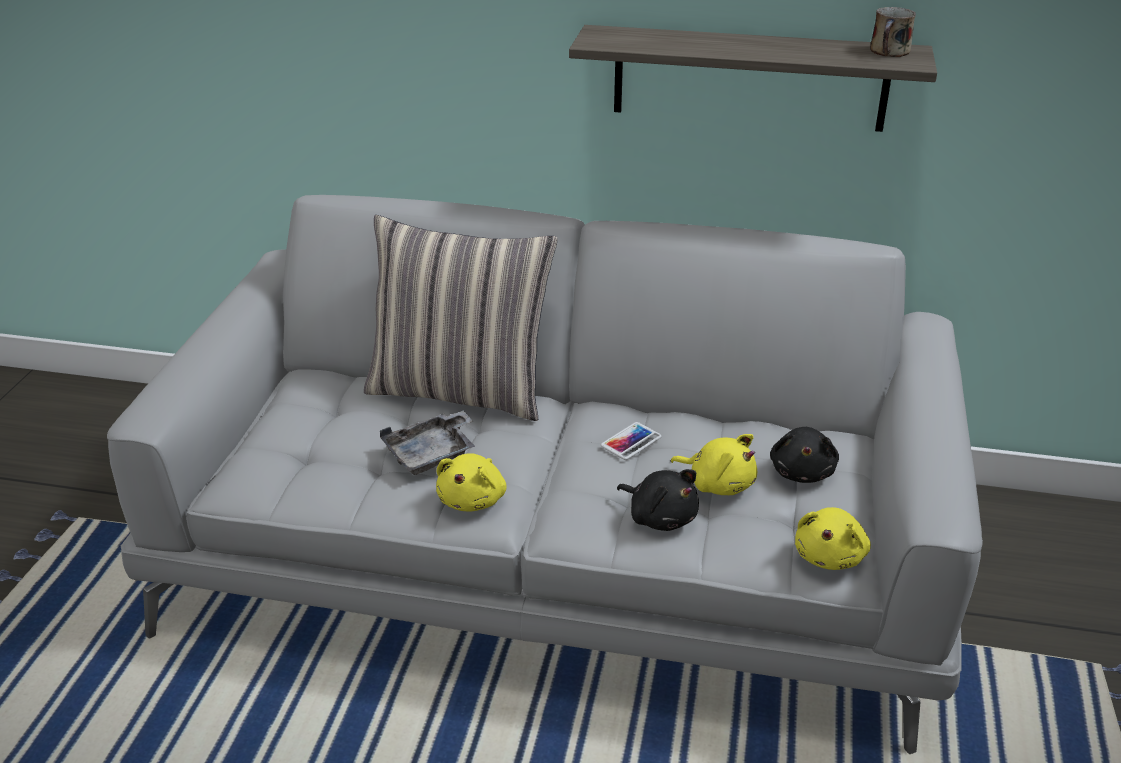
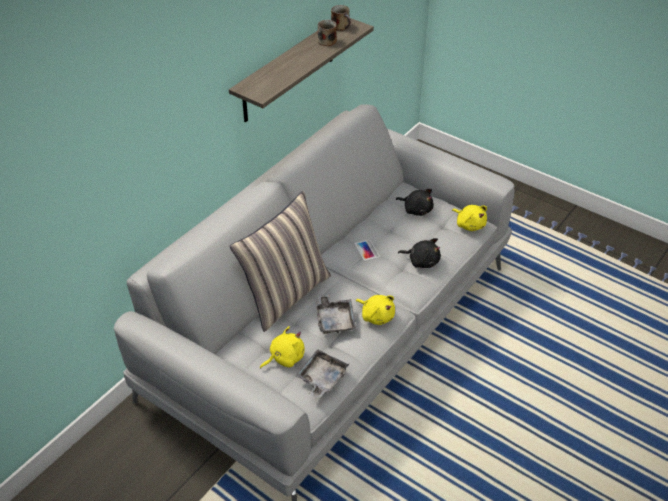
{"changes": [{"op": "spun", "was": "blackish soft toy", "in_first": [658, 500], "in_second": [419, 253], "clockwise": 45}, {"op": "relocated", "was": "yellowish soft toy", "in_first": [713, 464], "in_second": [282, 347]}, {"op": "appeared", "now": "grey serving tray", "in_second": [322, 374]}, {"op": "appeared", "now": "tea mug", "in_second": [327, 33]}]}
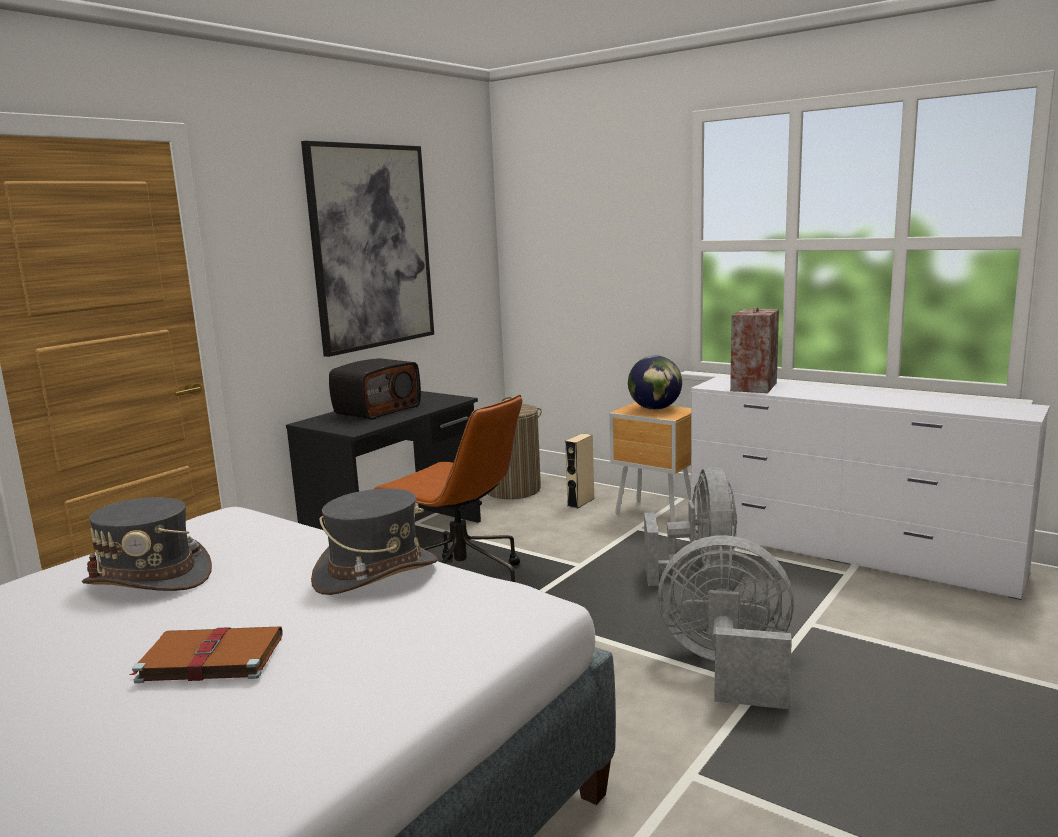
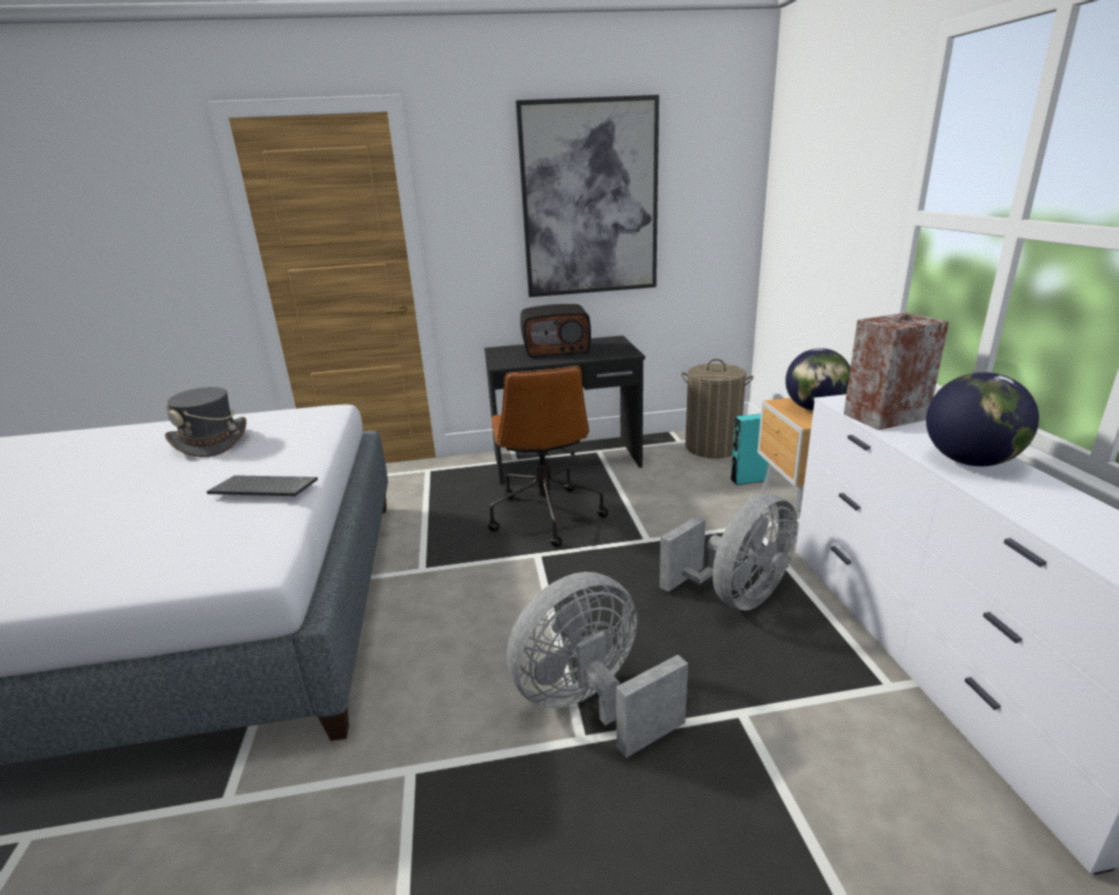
{"changes": [{"op": "missing", "was": "brown-coloured book", "in_first": [205, 654]}, {"op": "exchanged", "was": "grey hat", "now": "PC keyboard", "in_first": [374, 541], "in_second": [262, 485]}, {"op": "colour", "was": "beige-coloured speaker", "now": "turquoise-coloured speaker", "in_first": [580, 470], "in_second": [749, 449]}, {"op": "spun", "was": "grey fan", "in_first": [726, 622], "in_second": [597, 665], "clockwise": -90}, {"op": "appeared", "now": "desk globe", "in_second": [982, 419]}]}
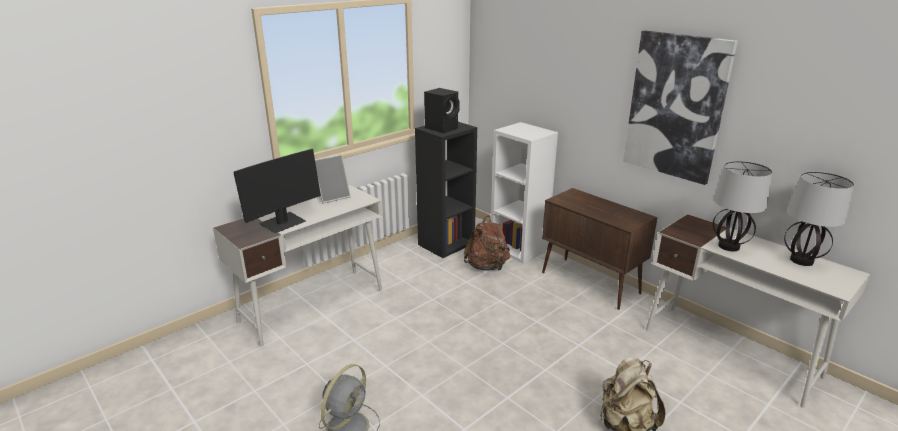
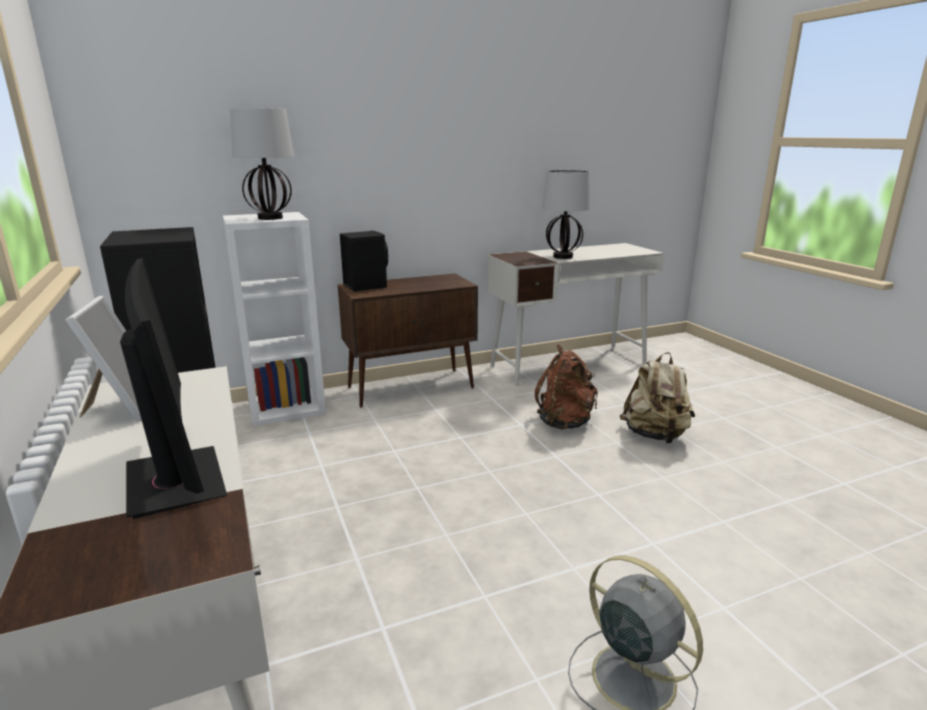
{"changes": [{"op": "relocated", "was": "blackish speaker", "in_first": [442, 110], "in_second": [364, 261]}, {"op": "relocated", "was": "brown-coloured knapsack", "in_first": [487, 243], "in_second": [566, 386]}, {"op": "missing", "was": "wall art", "in_first": [680, 107]}, {"op": "relocated", "was": "table lamp", "in_first": [819, 218], "in_second": [262, 164]}]}
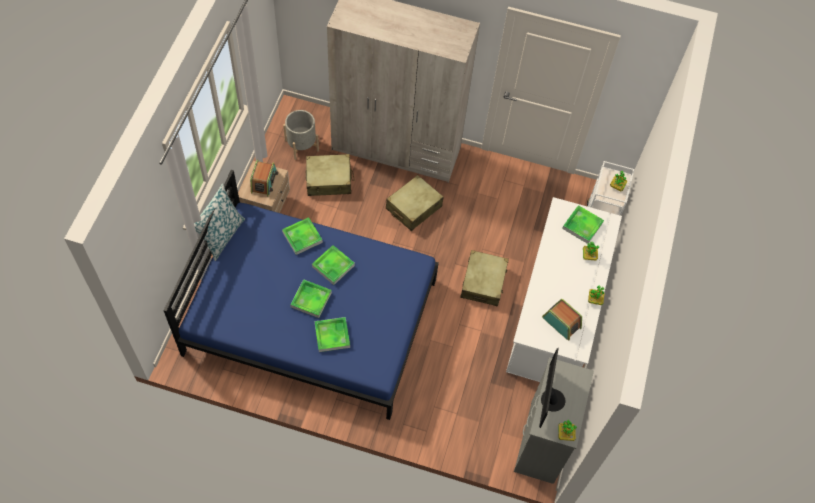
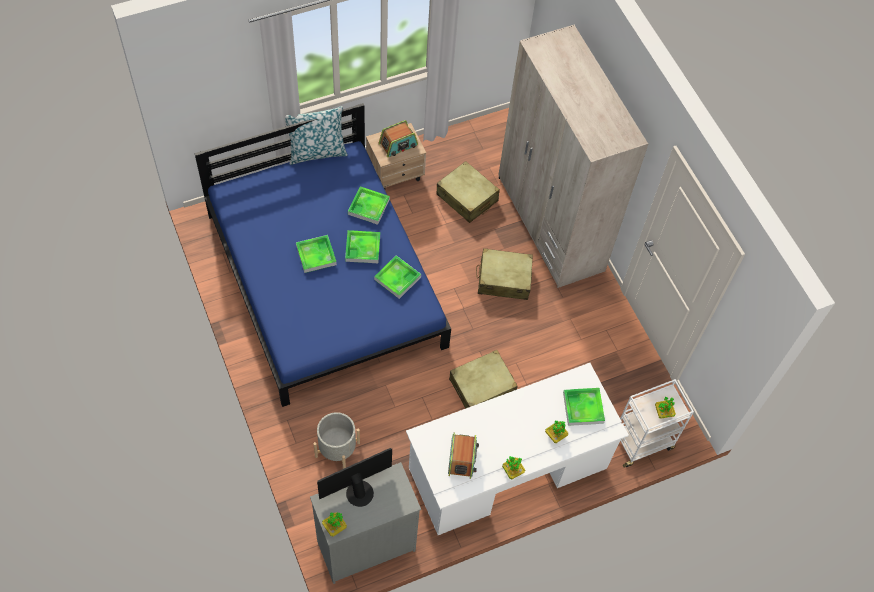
{"changes": [{"op": "relocated", "was": "grey flower pot", "in_first": [301, 135], "in_second": [336, 440]}, {"op": "relocated", "was": "serving tray", "in_first": [332, 334], "in_second": [397, 277]}]}
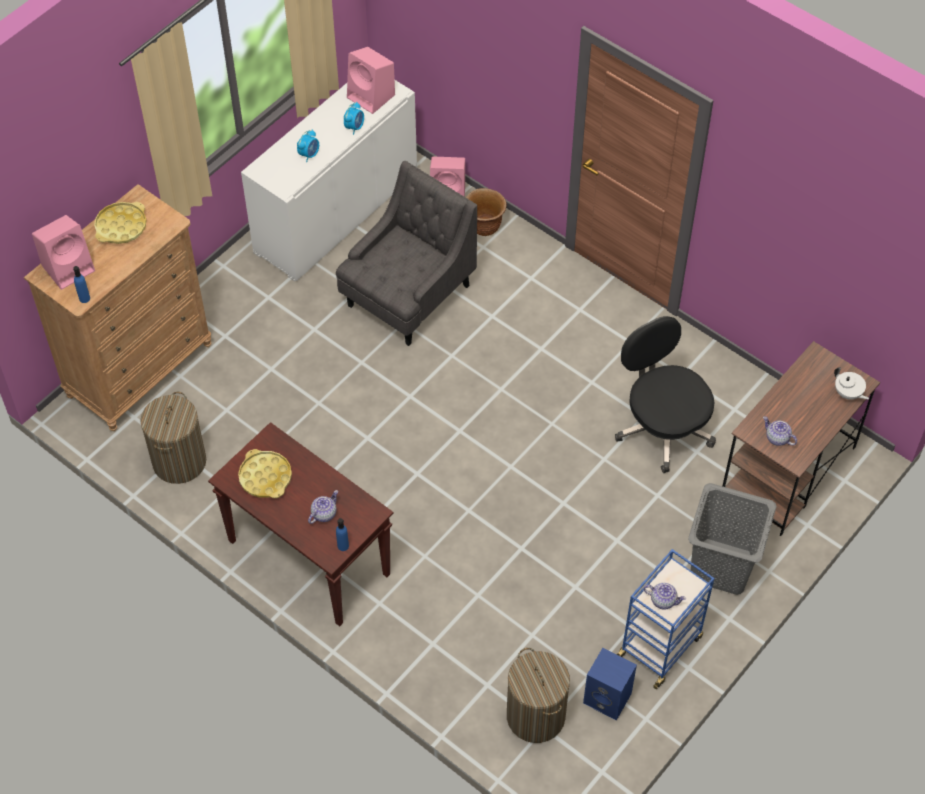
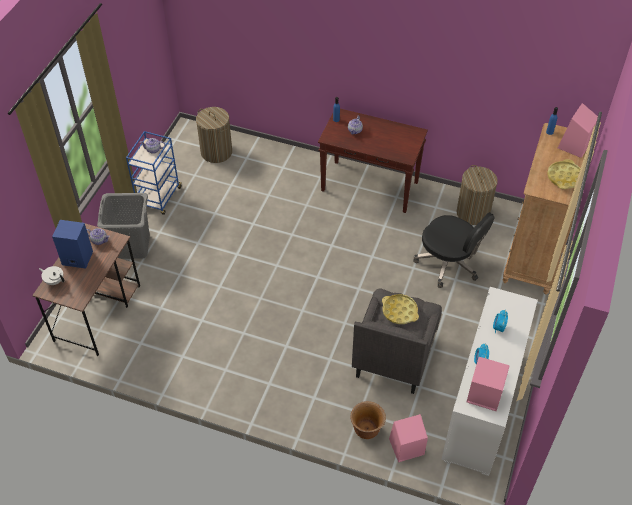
{"changes": [{"op": "relocated", "was": "yellowish serving tray", "in_first": [265, 473], "in_second": [400, 309]}, {"op": "relocated", "was": "blue speaker", "in_first": [610, 684], "in_second": [72, 244]}, {"op": "relocated", "was": "blackish desk chair", "in_first": [665, 394], "in_second": [454, 250]}]}
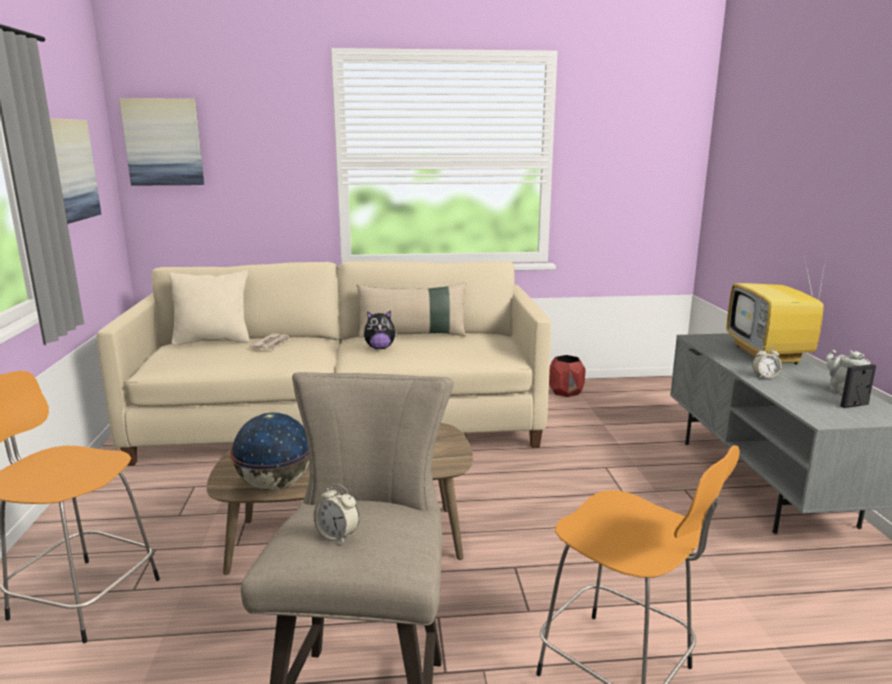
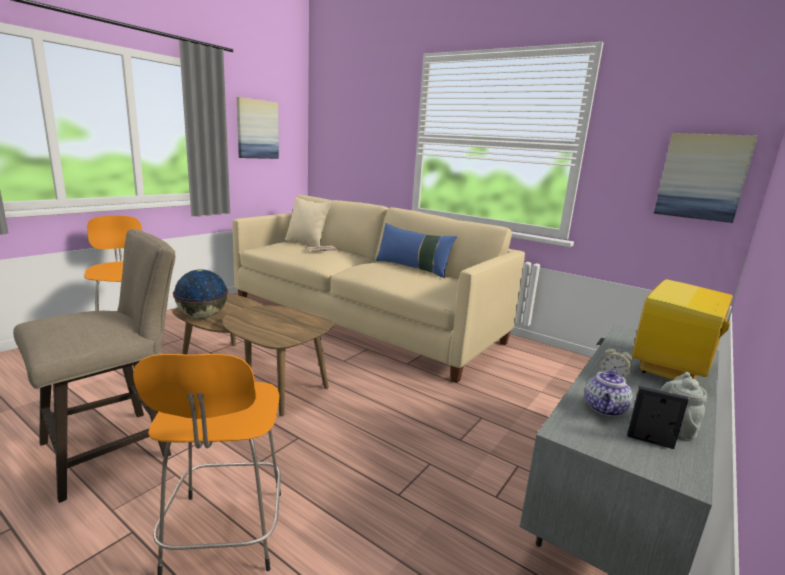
{"changes": [{"op": "relocated", "was": "wall art", "in_first": [161, 142], "in_second": [706, 178]}, {"op": "missing", "was": "bedside clock", "in_first": [336, 514]}, {"op": "colour", "was": "beige-coloured pillow", "now": "blue pillow", "in_first": [411, 310], "in_second": [416, 250]}, {"op": "missing", "was": "soft toy", "in_first": [380, 329]}, {"op": "missing", "was": "red flower pot", "in_first": [567, 376]}, {"op": "appeared", "now": "teapot", "in_second": [609, 392]}]}
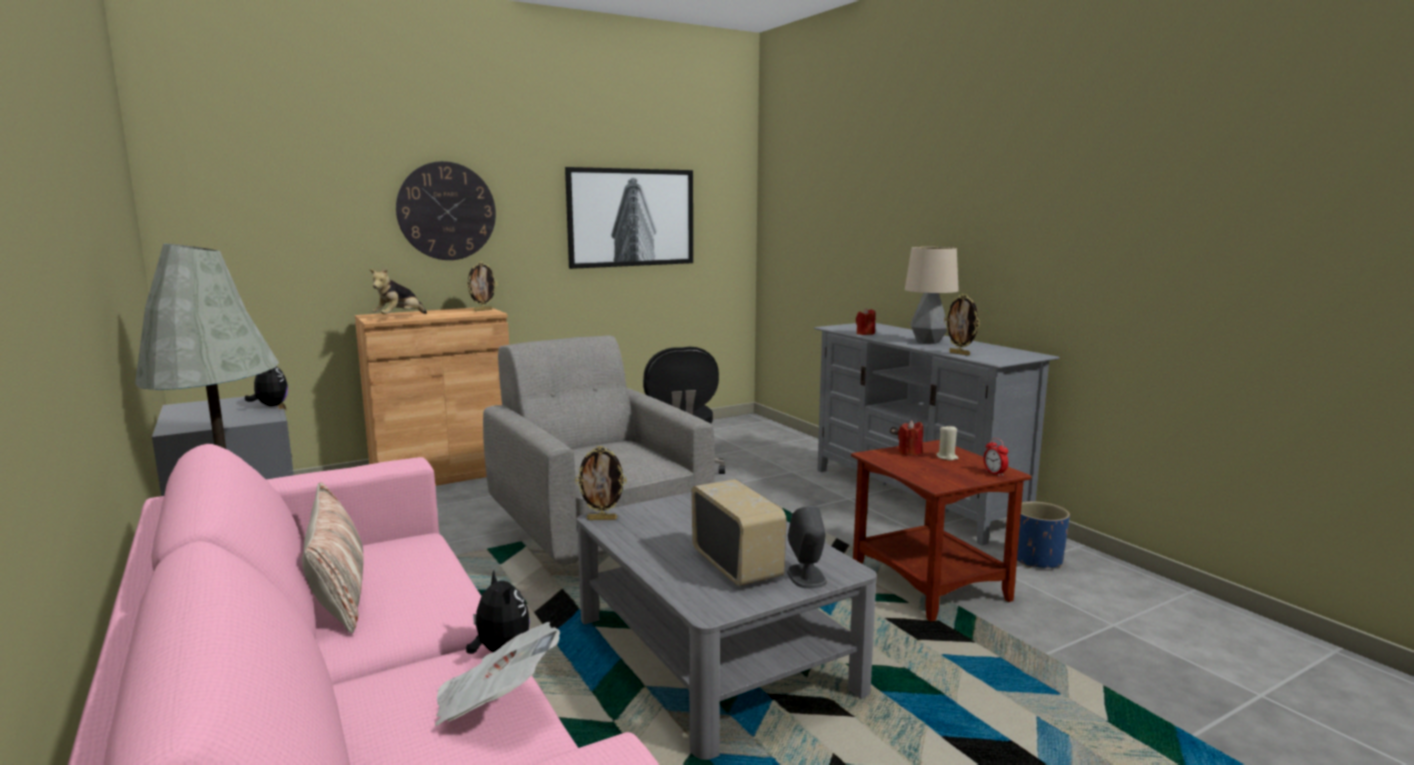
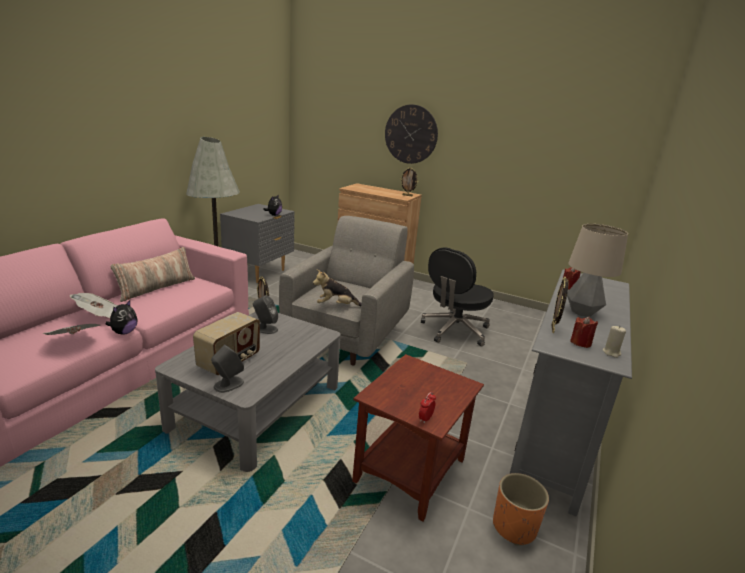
{"changes": [{"op": "relocated", "was": "soft toy", "in_first": [398, 290], "in_second": [337, 287]}, {"op": "missing", "was": "wall art", "in_first": [629, 218]}, {"op": "relocated", "was": "red wax candle", "in_first": [910, 438], "in_second": [584, 332]}, {"op": "relocated", "was": "beige-coloured wax candle", "in_first": [947, 443], "in_second": [614, 342]}, {"op": "colour", "was": "blue flower pot", "now": "orange flower pot", "in_first": [1043, 534], "in_second": [521, 509]}, {"op": "appeared", "now": "daily paper", "in_second": [93, 305]}, {"op": "appeared", "now": "grey speaker", "in_second": [265, 314]}]}
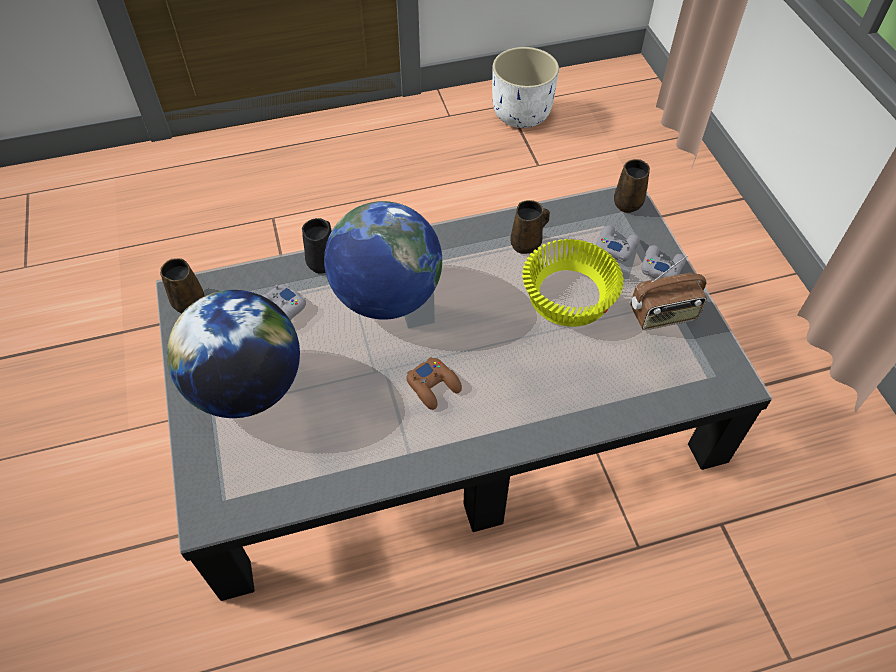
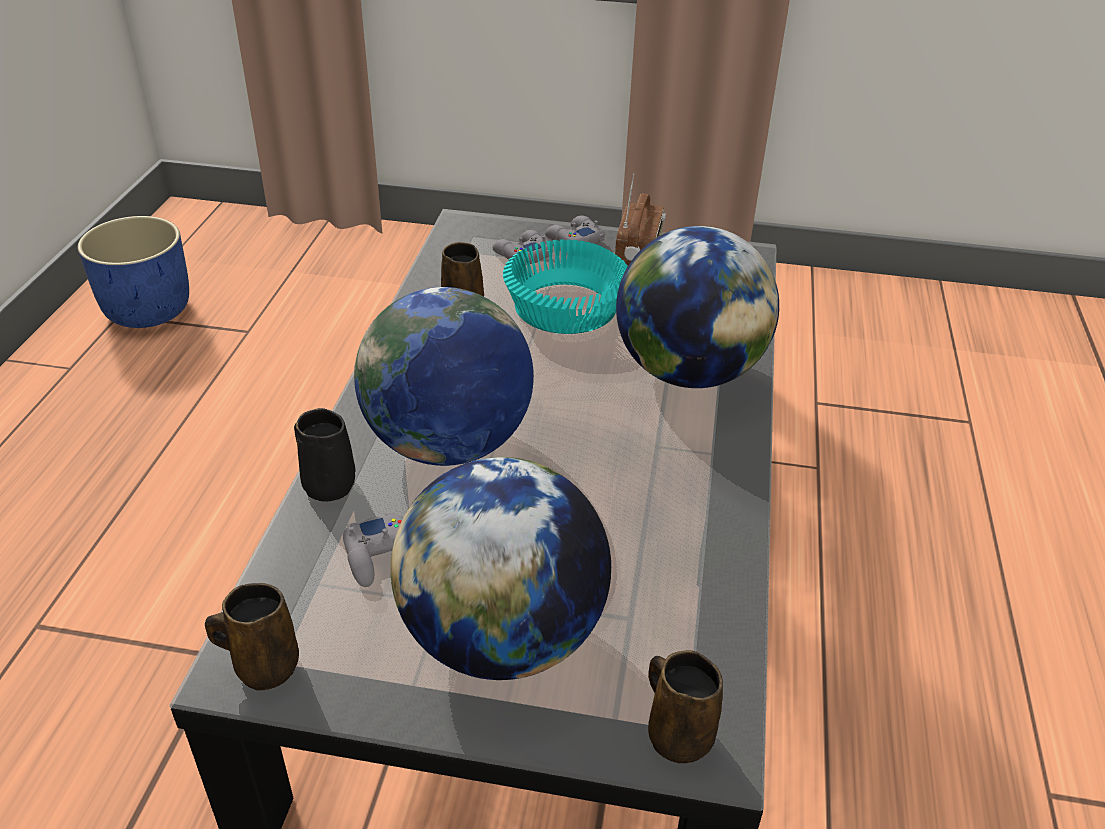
{"changes": [{"op": "missing", "was": "brown-coloured gamepad", "in_first": [434, 383]}, {"op": "colour", "was": "white flower pot", "now": "blue flower pot", "in_first": [525, 87], "in_second": [133, 272]}, {"op": "colour", "was": "yellowish bowl", "now": "turquoise-coloured bowl", "in_first": [573, 283], "in_second": [565, 286]}, {"op": "relocated", "was": "brown-coloured tea mug", "in_first": [632, 186], "in_second": [685, 707]}, {"op": "appeared", "now": "desk globe", "in_second": [697, 307]}]}
